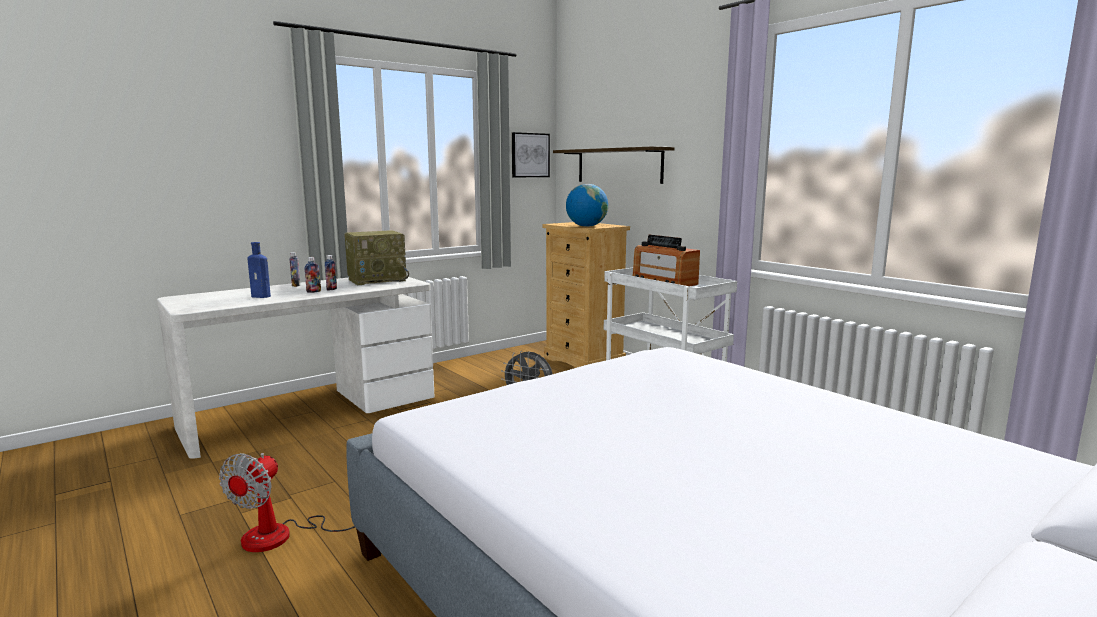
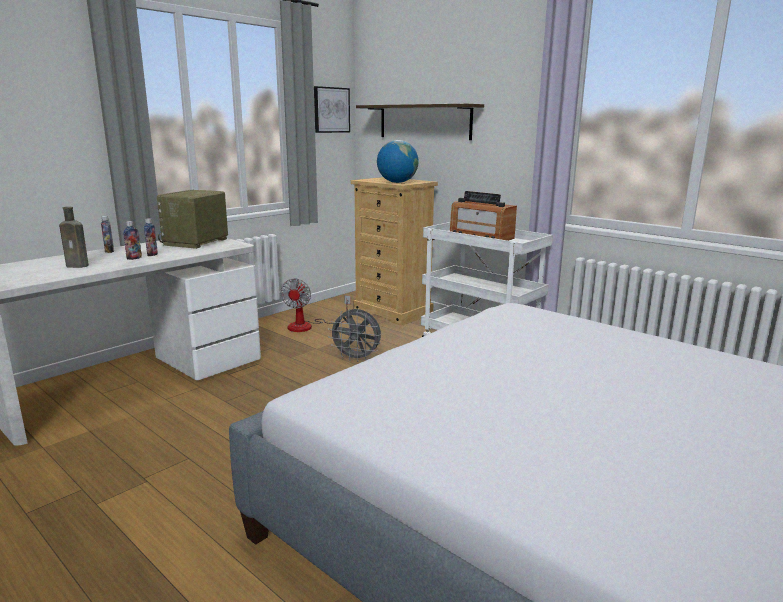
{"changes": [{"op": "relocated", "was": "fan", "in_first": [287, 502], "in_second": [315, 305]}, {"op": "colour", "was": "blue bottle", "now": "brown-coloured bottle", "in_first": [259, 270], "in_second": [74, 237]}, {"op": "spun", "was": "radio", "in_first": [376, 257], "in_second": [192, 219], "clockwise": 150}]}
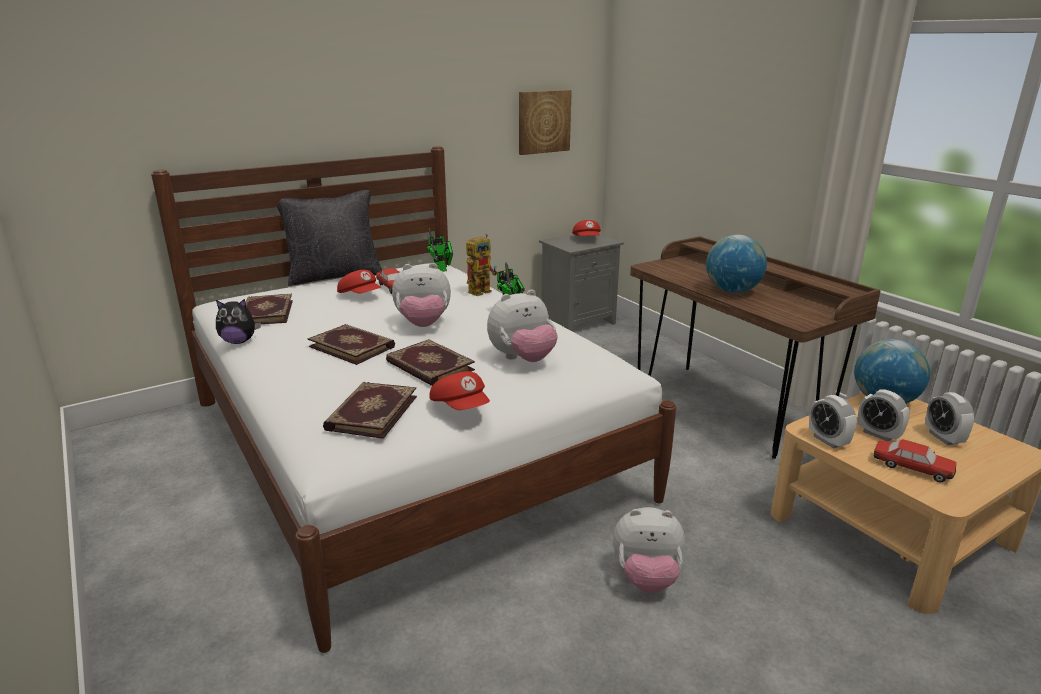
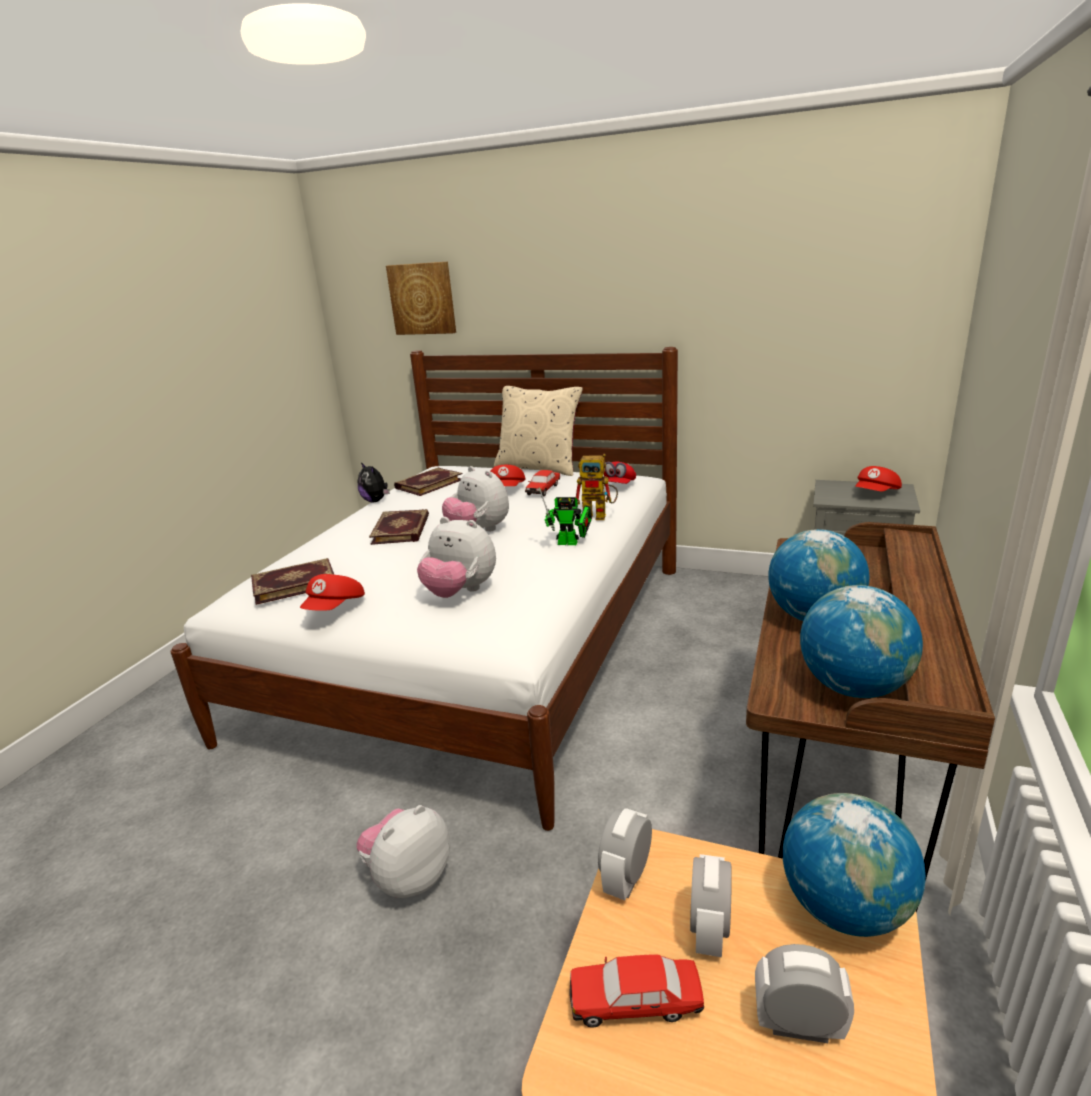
{"changes": [{"op": "colour", "was": "blackish pillow", "now": "beige-coloured pillow", "in_first": [329, 238], "in_second": [538, 431]}, {"op": "missing", "was": "book", "in_first": [430, 362]}, {"op": "exchanged", "was": "toy robot", "now": "red cap", "in_first": [440, 250], "in_second": [620, 473]}, {"op": "relocated", "was": "wall art", "in_first": [545, 122], "in_second": [421, 298]}, {"op": "spun", "was": "soft toy", "in_first": [649, 550], "in_second": [403, 851], "clockwise": 75}, {"op": "spun", "was": "model car", "in_first": [915, 461], "in_second": [636, 991], "clockwise": 90}, {"op": "spun", "was": "bedside clock", "in_first": [949, 418], "in_second": [804, 993], "clockwise": 60}, {"op": "appeared", "now": "desk globe", "in_second": [861, 641]}]}
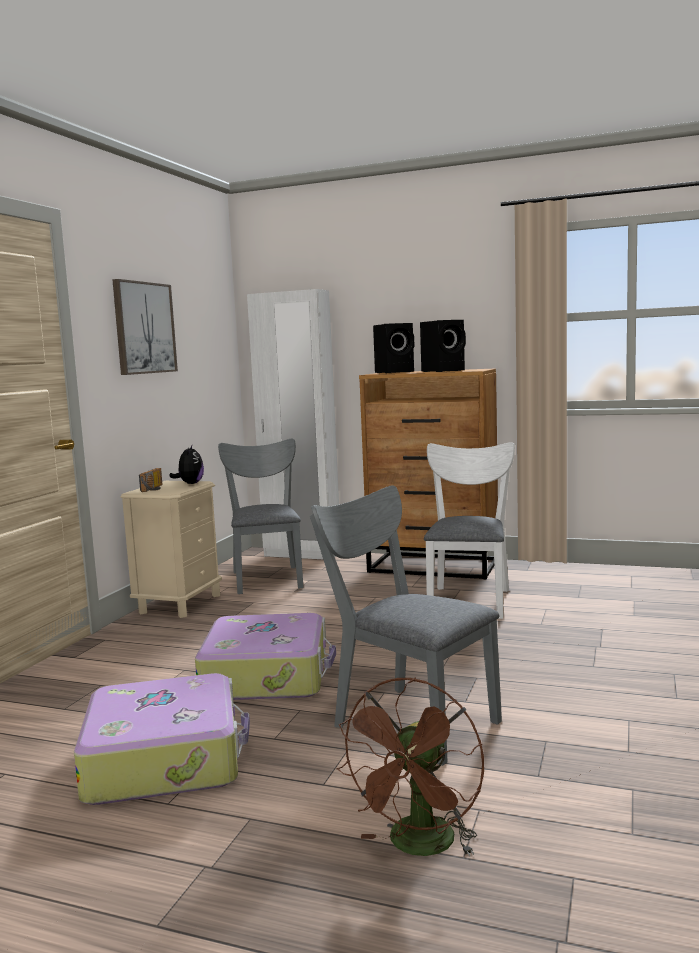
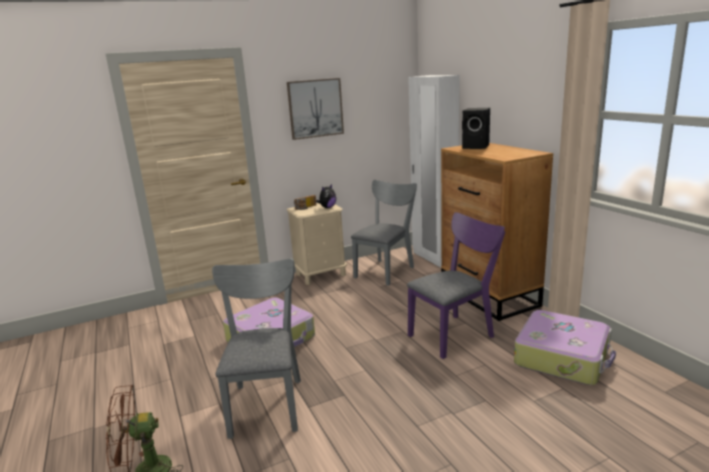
{"changes": [{"op": "relocated", "was": "suitcase", "in_first": [162, 739], "in_second": [565, 347]}, {"op": "missing", "was": "blackish speaker", "in_first": [443, 346]}, {"op": "colour", "was": "white chair", "now": "purple chair", "in_first": [469, 530], "in_second": [456, 285]}]}
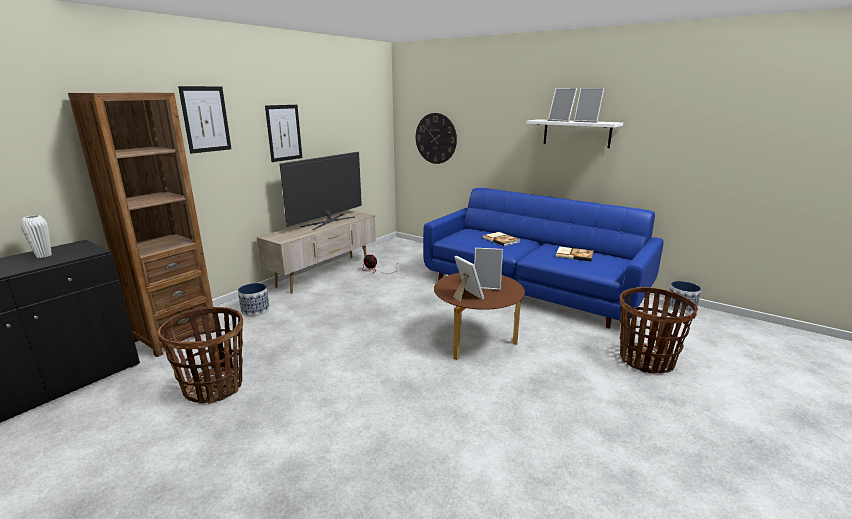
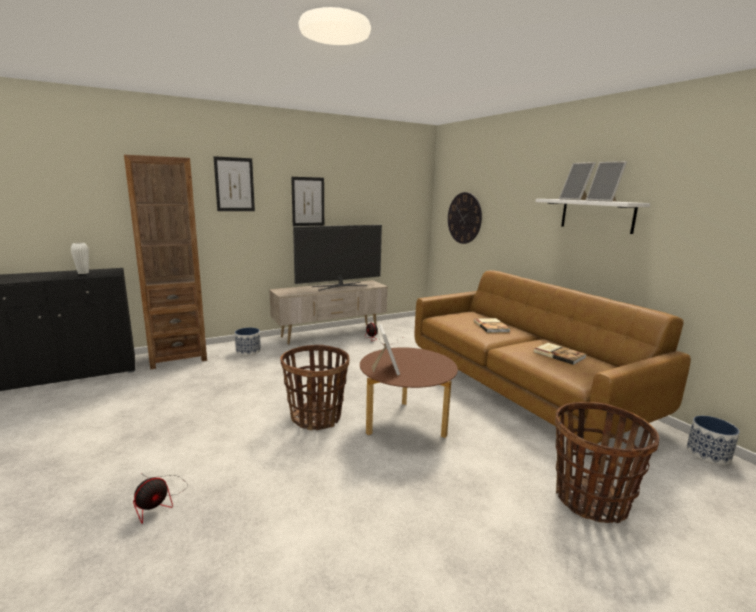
{"changes": [{"op": "relocated", "was": "basket", "in_first": [200, 355], "in_second": [315, 387]}, {"op": "colour", "was": "blue couch", "now": "brown-coloured couch", "in_first": [543, 258], "in_second": [552, 360]}, {"op": "missing", "was": "photo frame", "in_first": [488, 269]}, {"op": "appeared", "now": "fan", "in_second": [160, 498]}]}
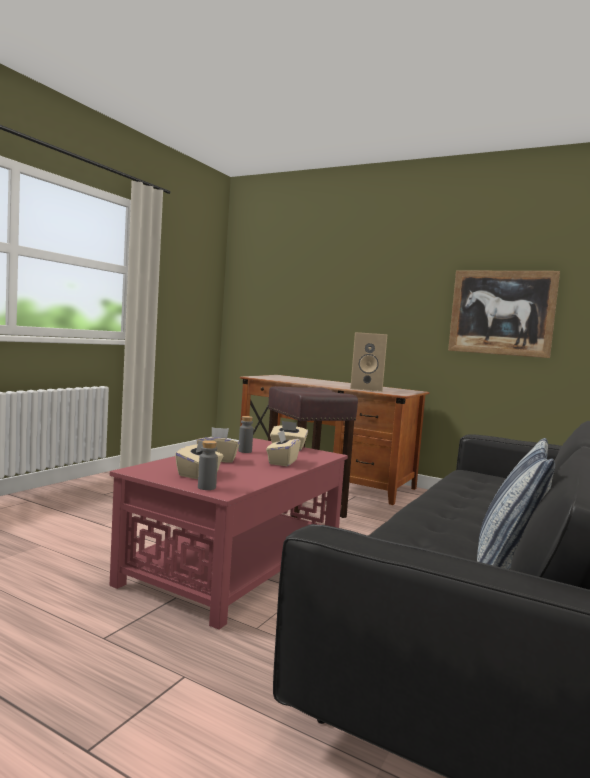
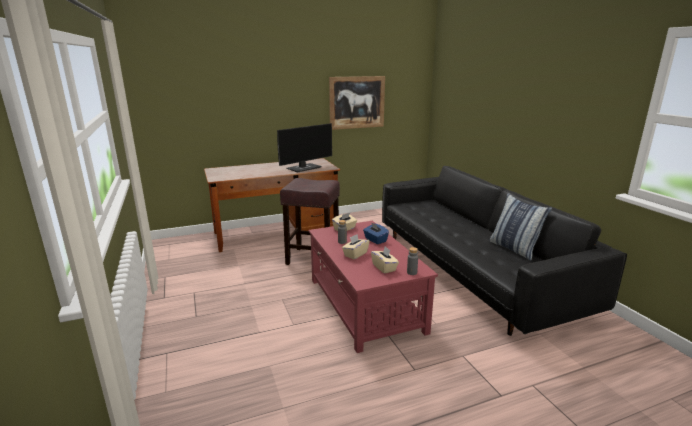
{"changes": [{"op": "colour", "was": "beige-coloured tissue box", "now": "blue tissue box", "in_first": [283, 448], "in_second": [376, 233]}, {"op": "exchanged", "was": "beige-coloured speaker", "now": "computer display", "in_first": [369, 362], "in_second": [304, 148]}]}
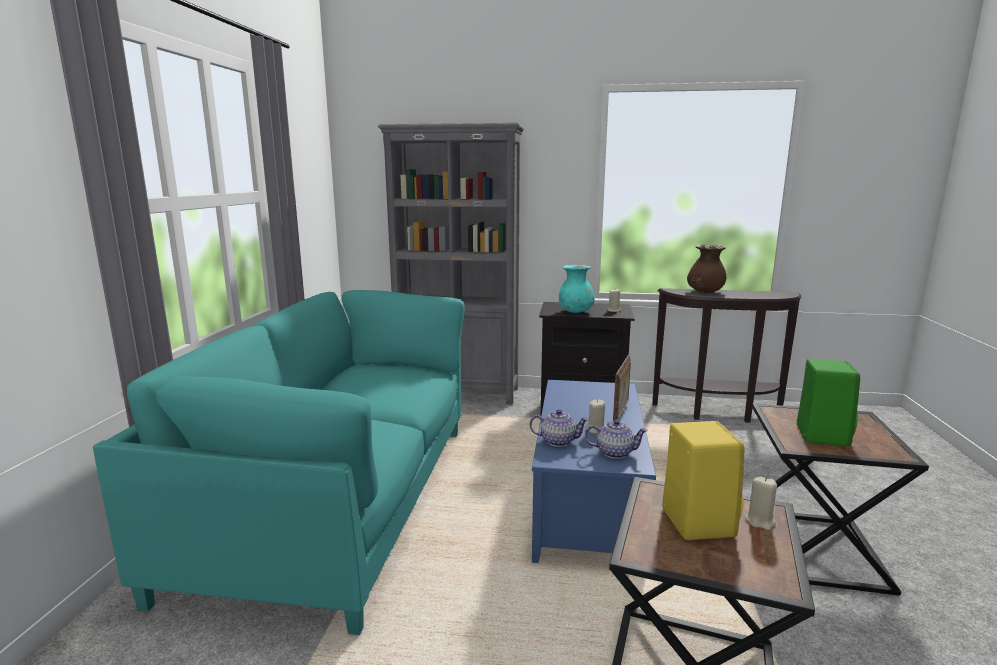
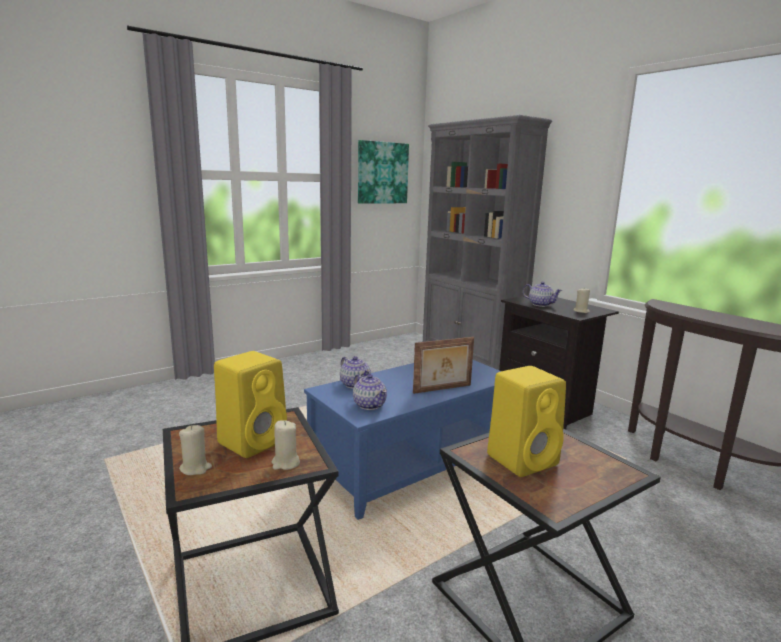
{"changes": [{"op": "missing", "was": "turquoise-coloured couch", "in_first": [279, 462]}, {"op": "exchanged", "was": "turquoise-coloured flower vase", "now": "teapot", "in_first": [577, 289], "in_second": [542, 294]}, {"op": "relocated", "was": "beige-coloured wax candle", "in_first": [595, 416], "in_second": [195, 450]}, {"op": "missing", "was": "brown-coloured flower vase", "in_first": [706, 268]}, {"op": "colour", "was": "green speaker", "now": "yellowish speaker", "in_first": [828, 402], "in_second": [526, 421]}, {"op": "appeared", "now": "wall art", "in_second": [383, 172]}]}
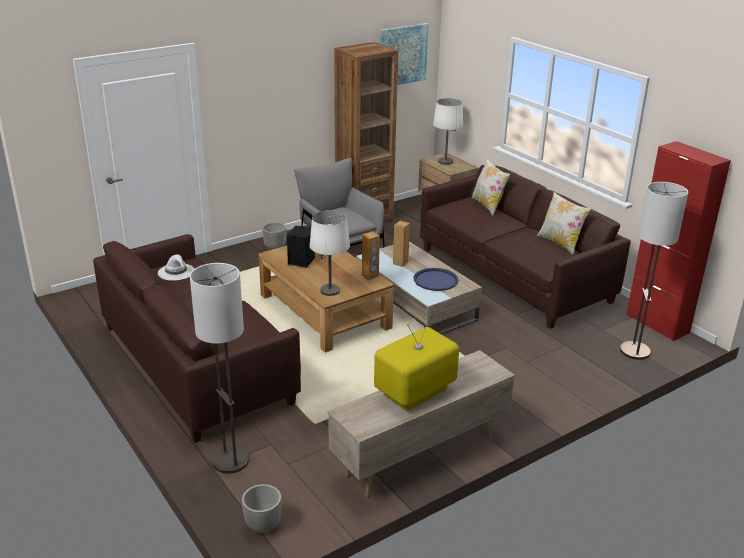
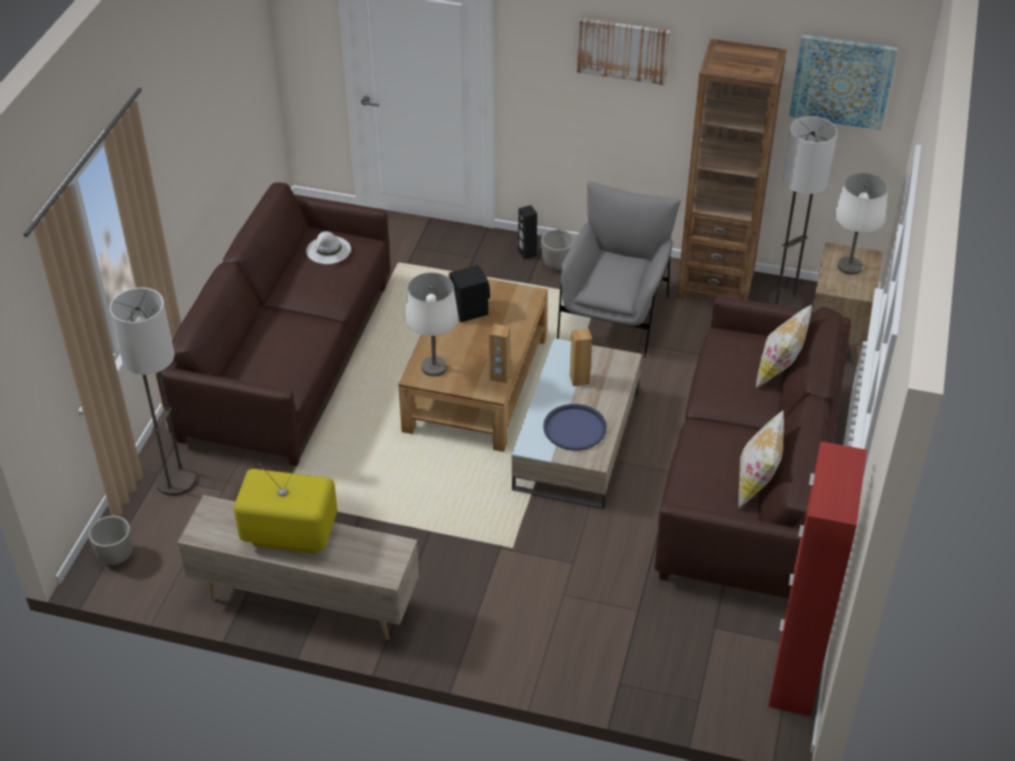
{"changes": [{"op": "relocated", "was": "standard lamp", "in_first": [654, 271], "in_second": [802, 213]}, {"op": "appeared", "now": "blackish speaker", "in_second": [527, 232]}, {"op": "appeared", "now": "wall art", "in_second": [623, 51]}]}
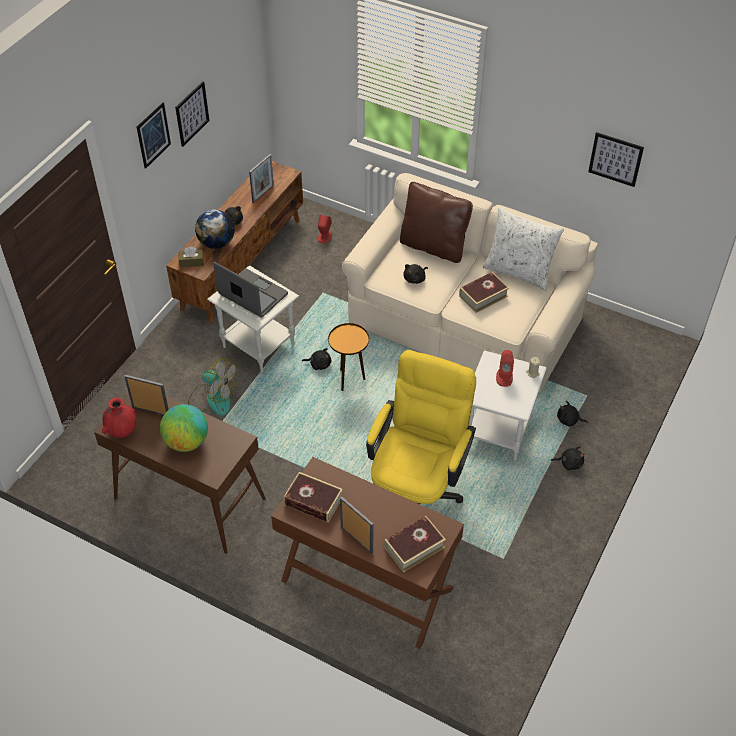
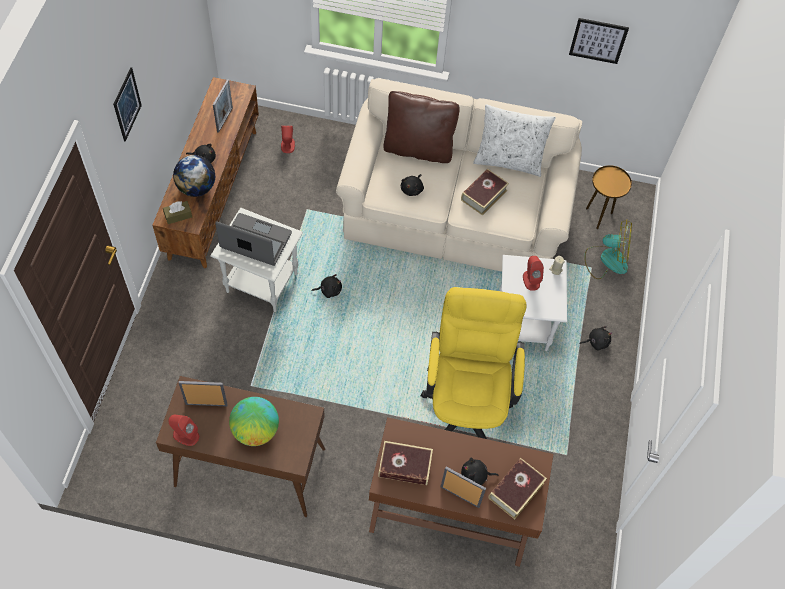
{"changes": [{"op": "exchanged", "was": "red flower vase", "now": "red speaker", "in_first": [119, 418], "in_second": [183, 430]}, {"op": "missing", "was": "wall art", "in_first": [192, 114]}, {"op": "relocated", "was": "fan", "in_first": [213, 387], "in_second": [608, 249]}, {"op": "relocated", "was": "brown-coloured end table", "in_first": [348, 357], "in_second": [609, 197]}, {"op": "relocated", "was": "blackish soft toy", "in_first": [572, 413], "in_second": [480, 471]}]}
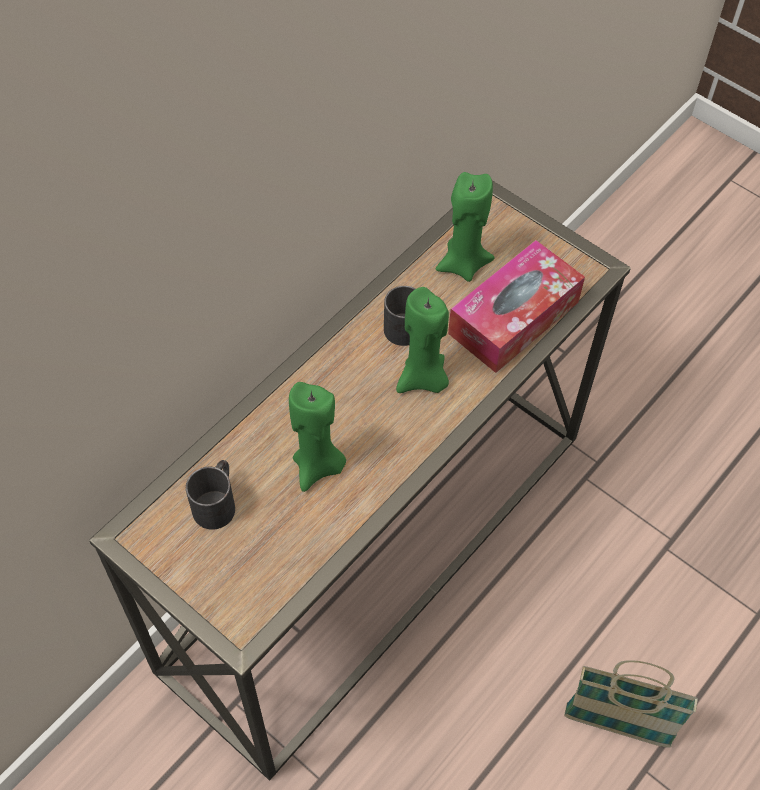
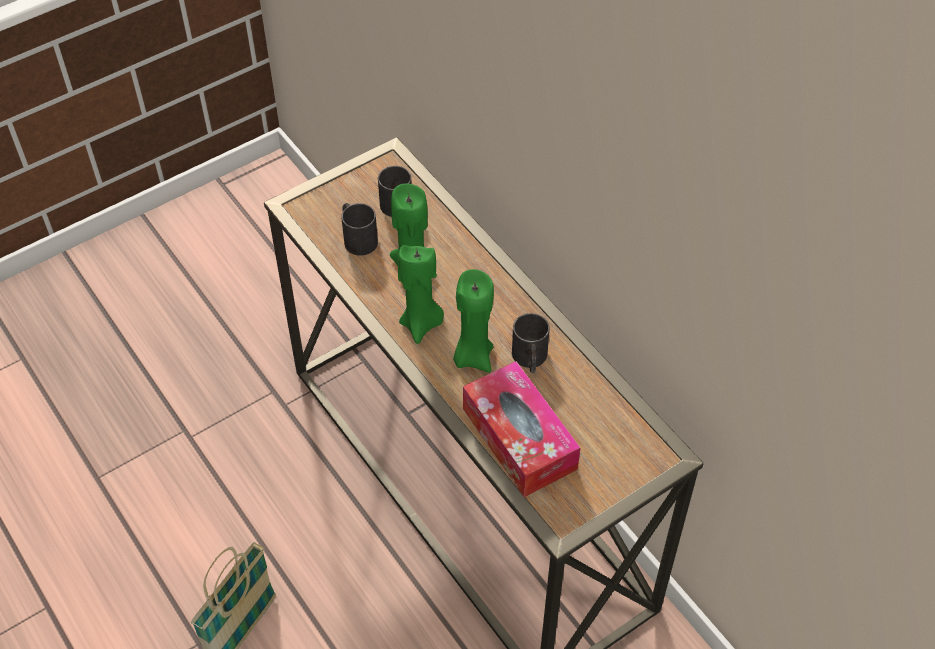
{"changes": [{"op": "relocated", "was": "green wax candle", "in_first": [465, 227], "in_second": [421, 294]}, {"op": "appeared", "now": "blackish tea mug", "in_second": [359, 229]}]}
